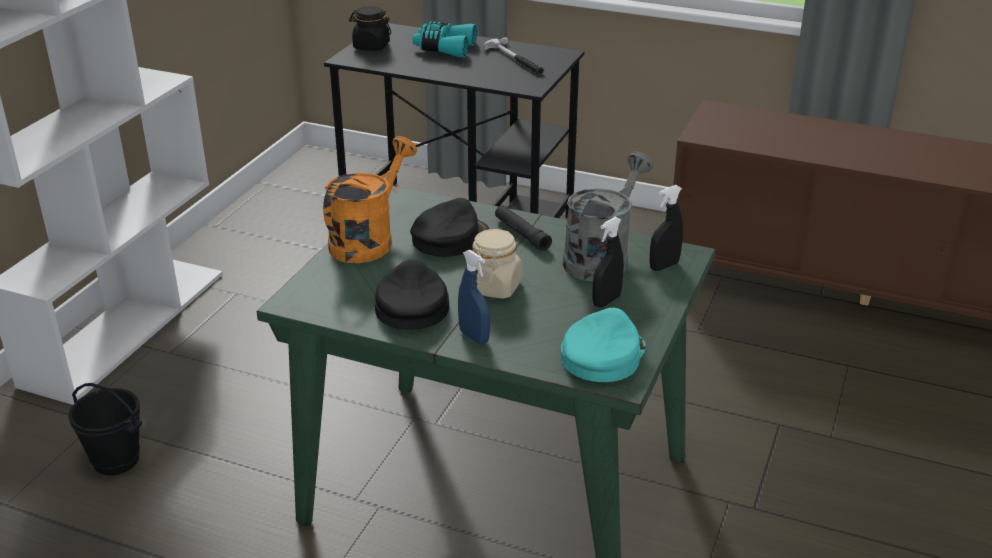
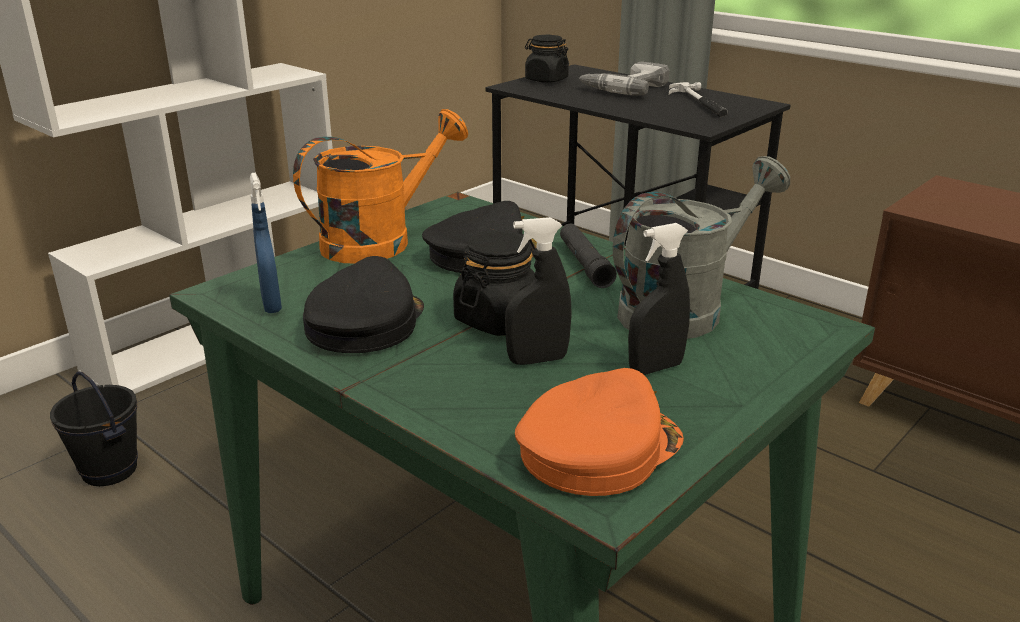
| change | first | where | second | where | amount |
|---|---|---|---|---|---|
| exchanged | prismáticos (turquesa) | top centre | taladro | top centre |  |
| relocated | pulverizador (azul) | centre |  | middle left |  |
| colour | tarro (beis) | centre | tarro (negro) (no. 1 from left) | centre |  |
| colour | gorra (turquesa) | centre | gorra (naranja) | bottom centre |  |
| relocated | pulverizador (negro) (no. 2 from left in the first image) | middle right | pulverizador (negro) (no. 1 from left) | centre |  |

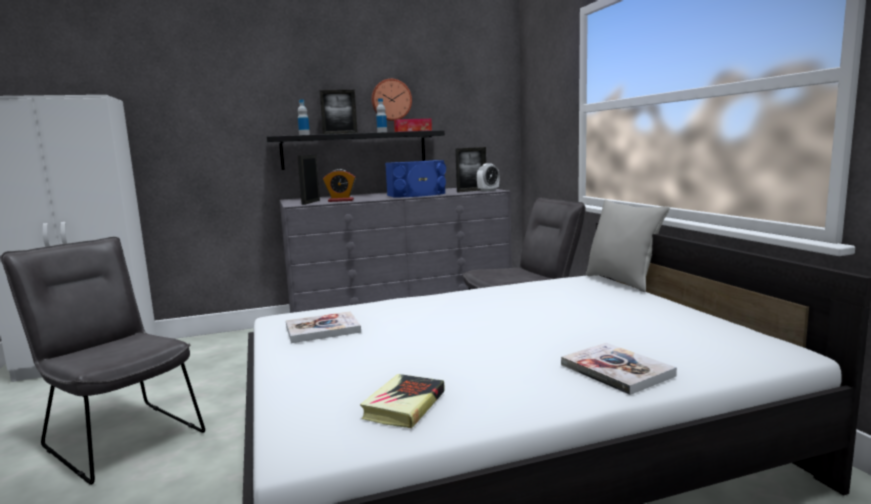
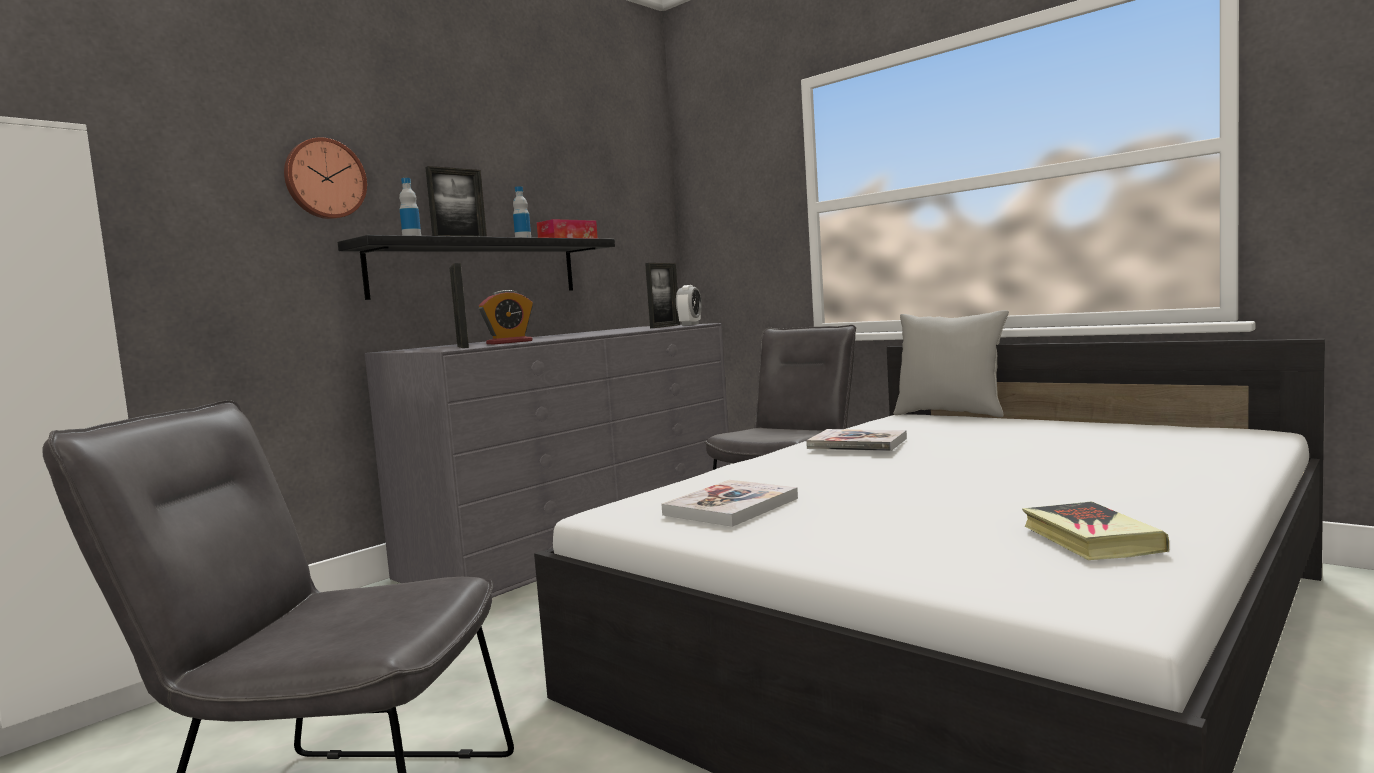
| change | first | where | second | where | amount |
|---|---|---|---|---|---|
| relocated | reloj de pared | top centre |  | top left |  |
| missing | altavoz (azul) | centre |  |  |  |
| relocated | libro (no. 3 from left in the first image) | bottom right | libro (no. 2 from left) | centre |  |

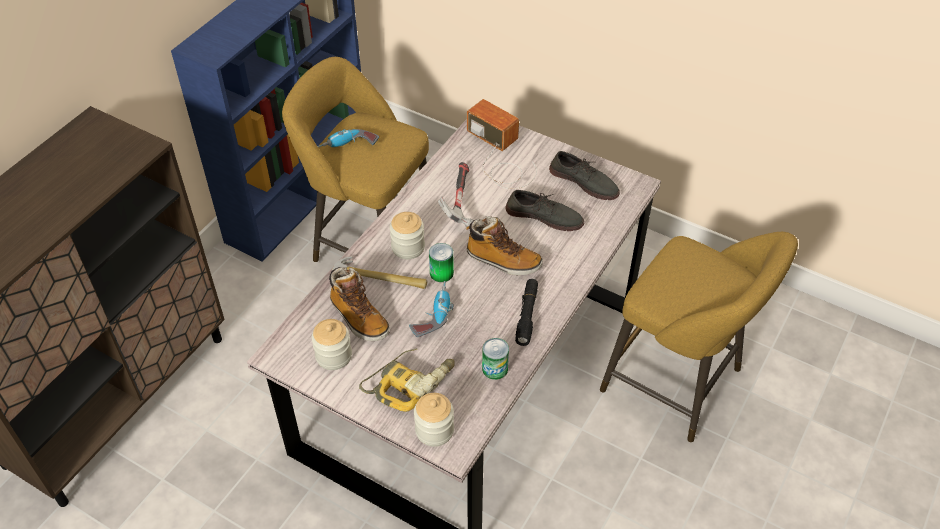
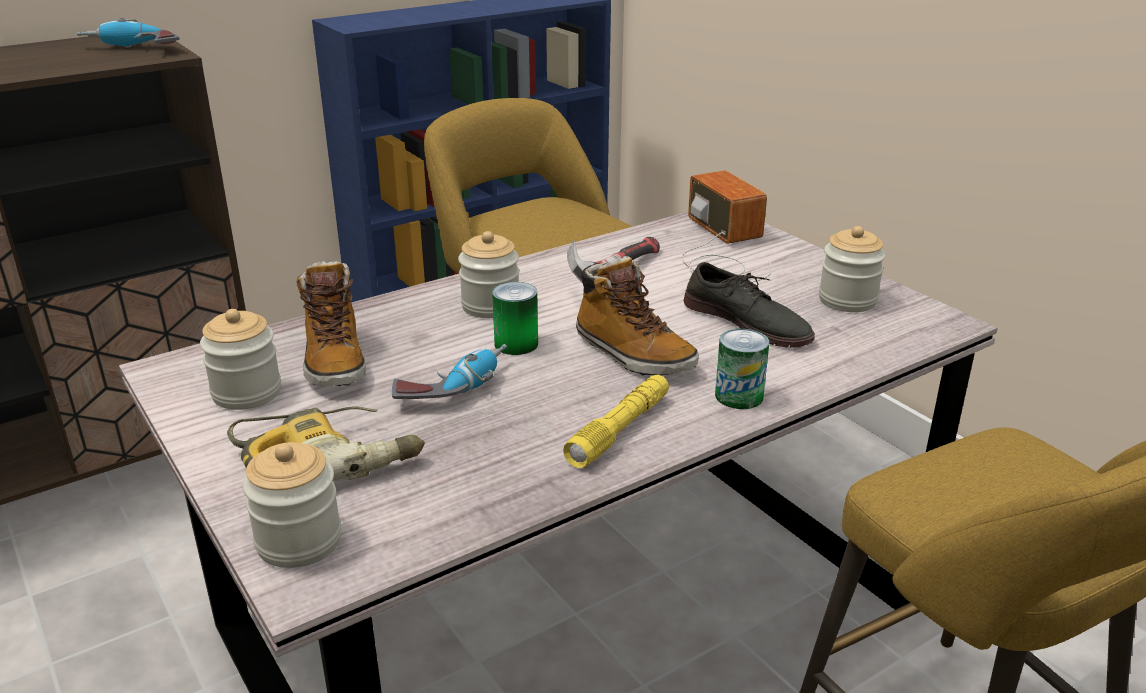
| change | first | where | second | where | amount |
|---|---|---|---|---|---|
| relocated | taladro (no. 1 from left) | top centre |  | top left |  |
| missing | martillo (no. 1 from left) | centre |  |  |  |
| relocated | lata (no. 2 from left) | bottom centre |  | centre |  |
| colour | linterna (negro) | centre | linterna (amarillo) | centre |  |
| exchanged | zapato (gris) (no. 2 from left) | top centre | tarro (no. 4 from left) | middle right |  |

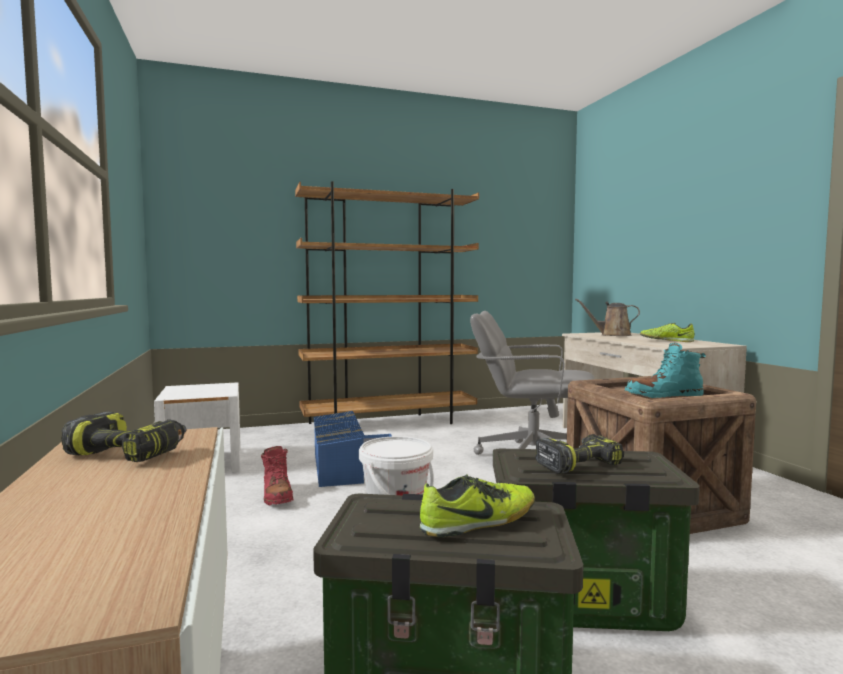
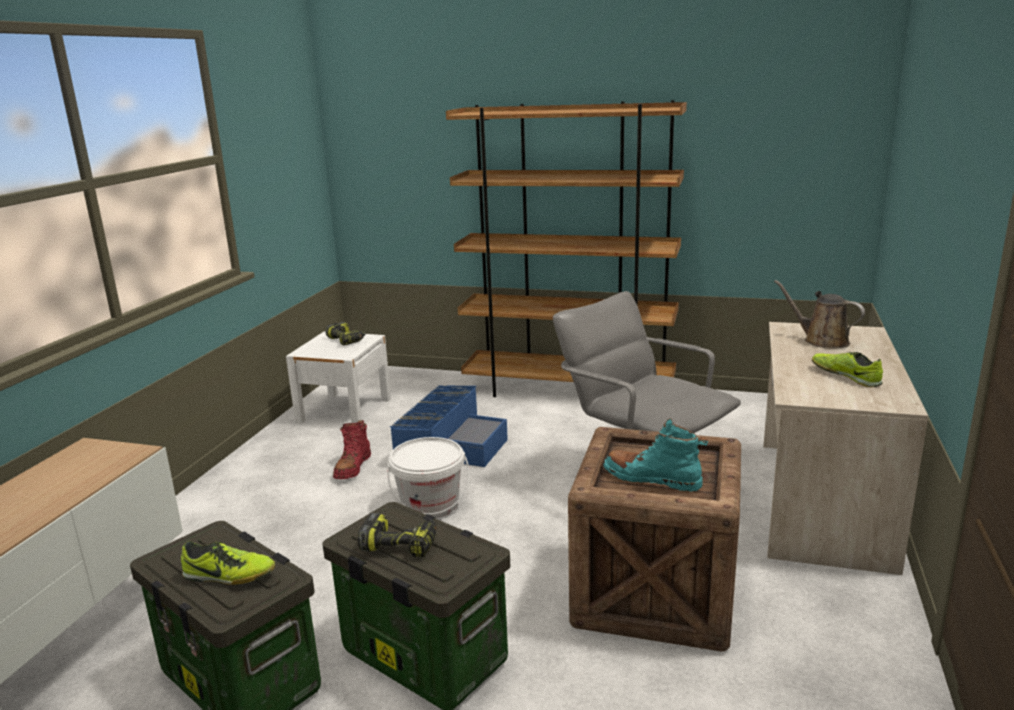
| change | first | where | second | where | amount |
|---|---|---|---|---|---|
| relocated | taladro (no. 1 from left) | middle left |  | centre |  |

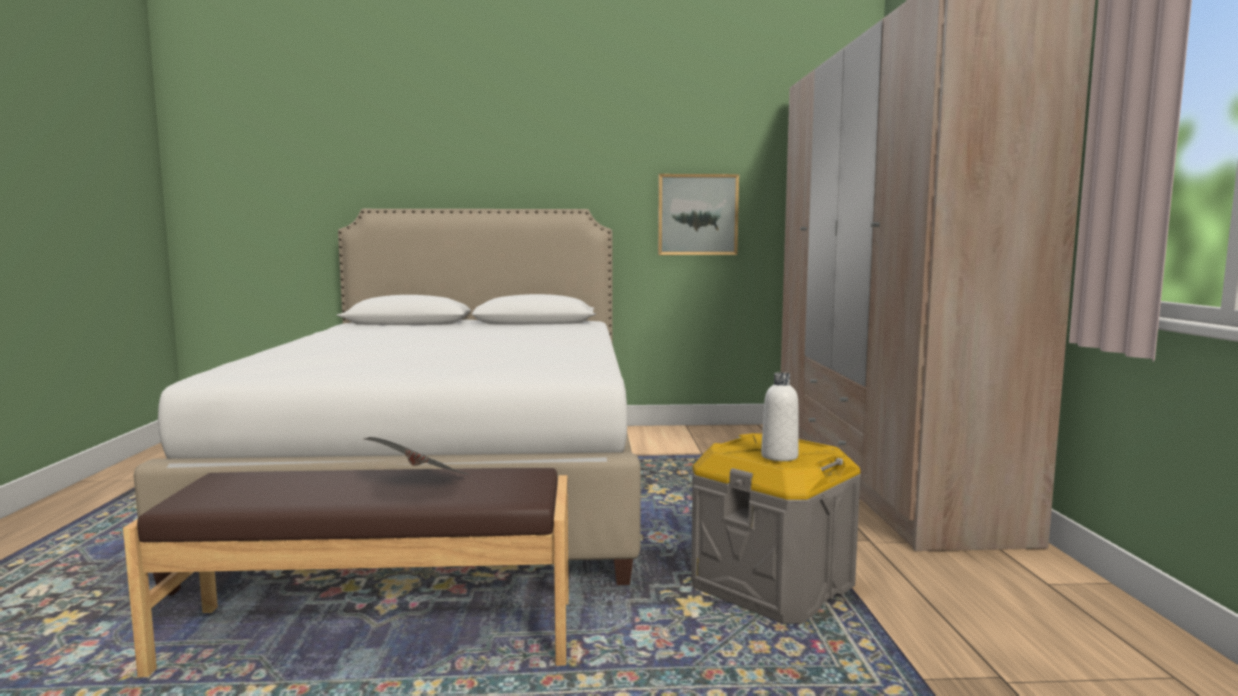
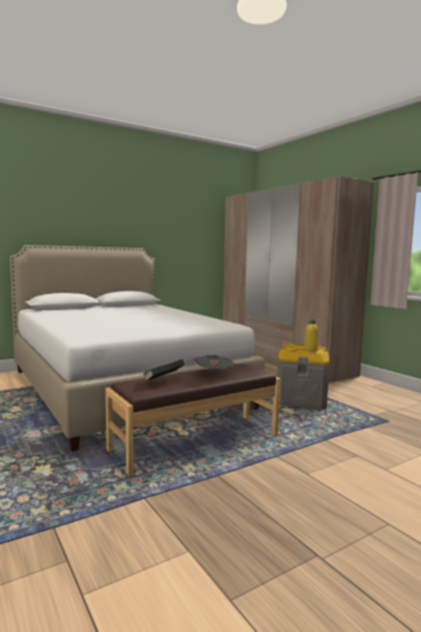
| change | first | where | second | where | amount |
|---|---|---|---|---|---|
| missing | cuadro | top centre |  |  |  |
| colour | botella (blanco) | centre | botella (amarillo) | middle right |  |
| appeared |  |  | libro | centre |  |

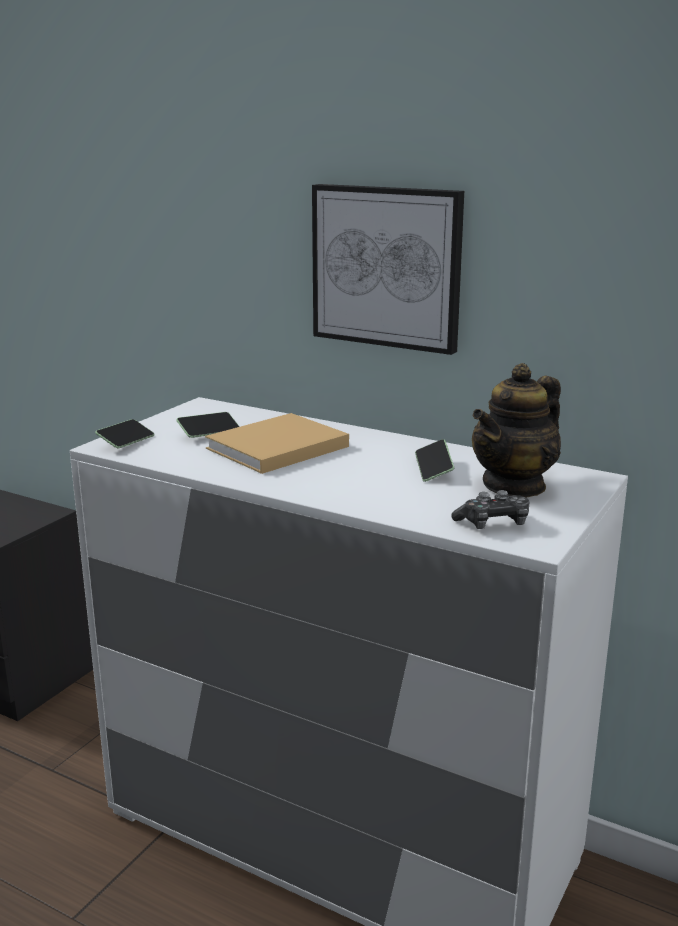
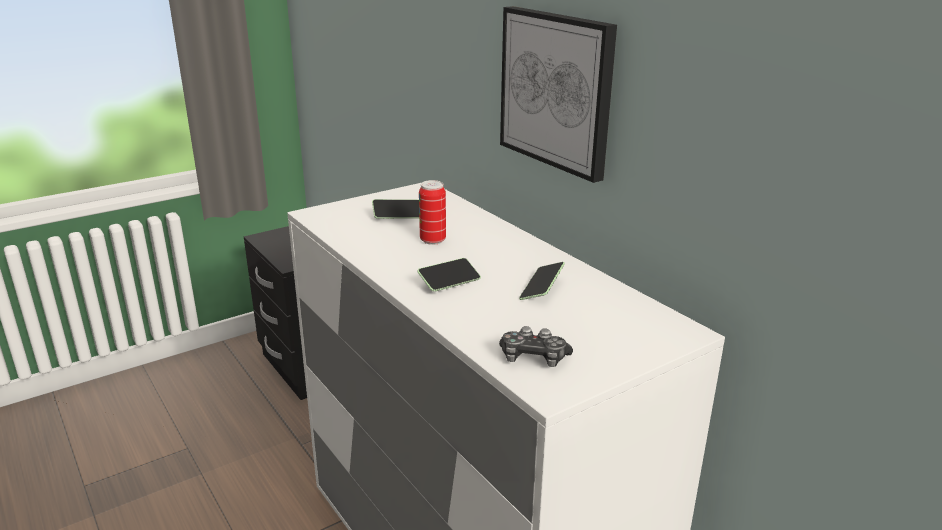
| change | first | where | second | where | amount |
|---|---|---|---|---|---|
| relocated | móvil (no. 1 from left in the first image) | middle left | móvil (no. 2 from left) | centre |  |
| exchanged | libro (beis) | centre | lata | centre |  |
| missing | tetera | middle right |  |  |  |

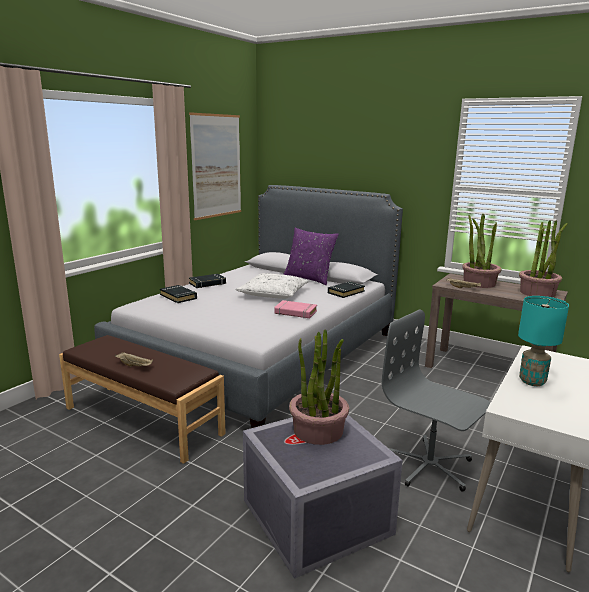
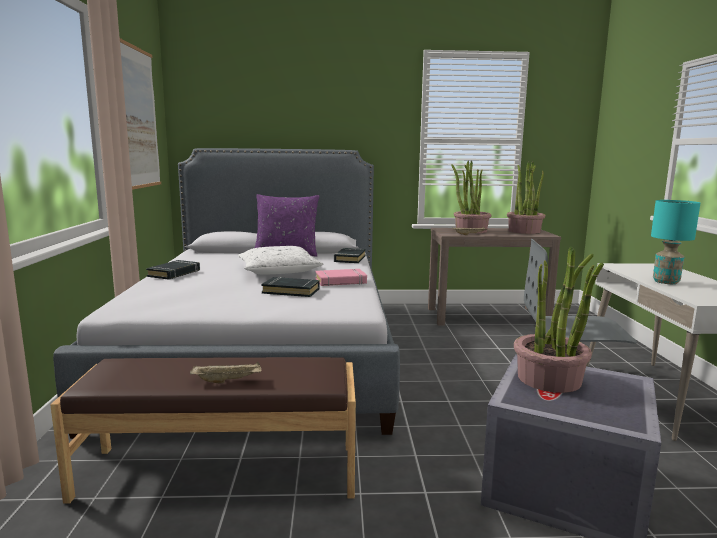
| change | first | where | second | where | amount |
|---|---|---|---|---|---|
| relocated | libro (negro) (no. 1 from left in the first image) | middle left | libro (negro) (no. 2 from left) | centre |  |

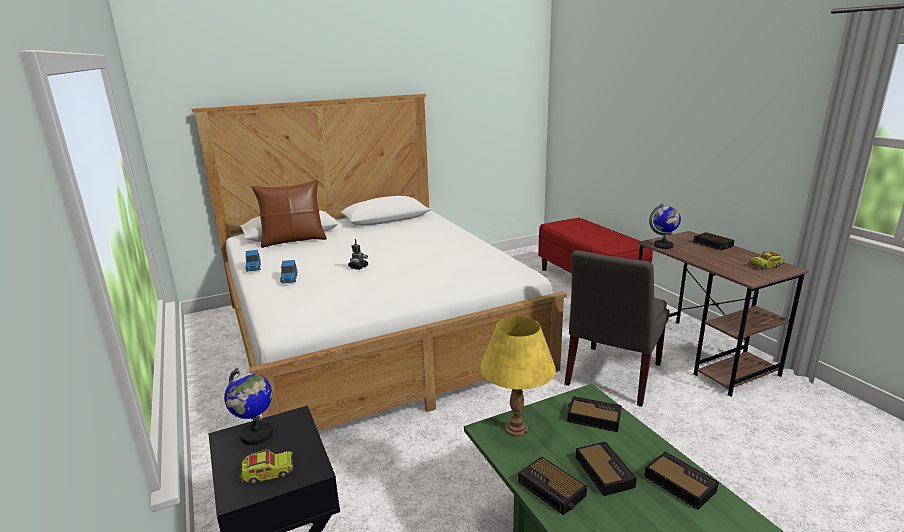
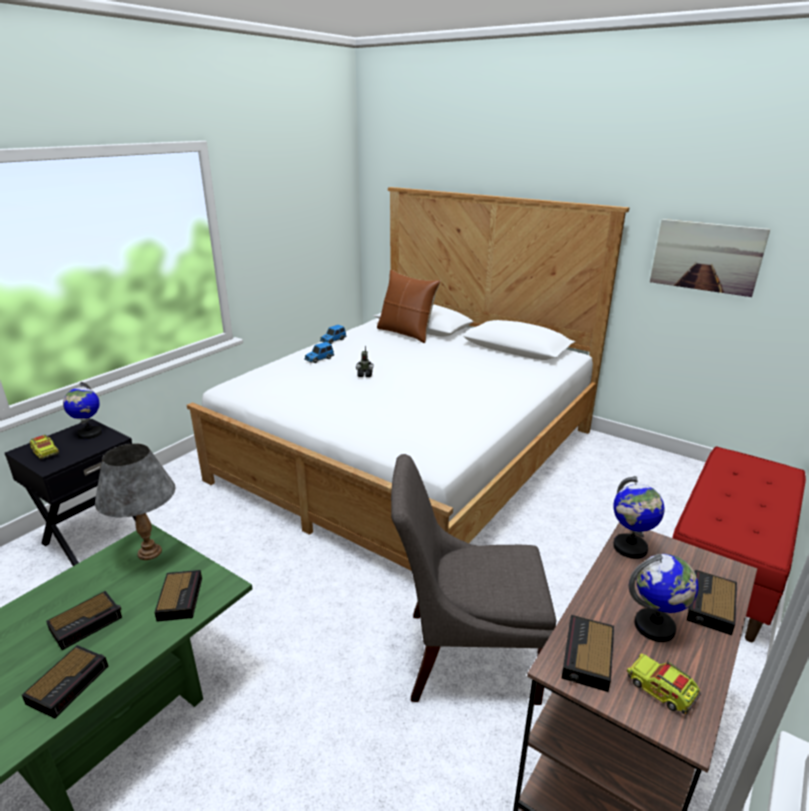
| change | first | where | second | where | amount |
|---|---|---|---|---|---|
| colour | lámpara de mesa (amarillo) | bottom centre | lámpara de mesa (gris) | middle left |  |
| relocated | despertador (no. 1 from left in the first image) | bottom centre | despertador (no. 4 from left) | bottom right |  |
| appeared |  |  | globo terráqueo (no. 3 from left) | bottom right |  |
| appeared |  |  | cuadro | top right |  |

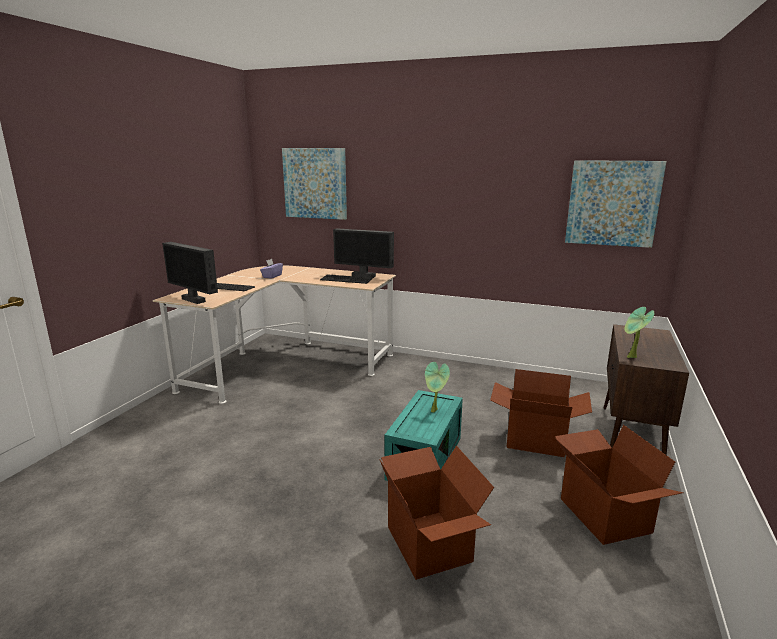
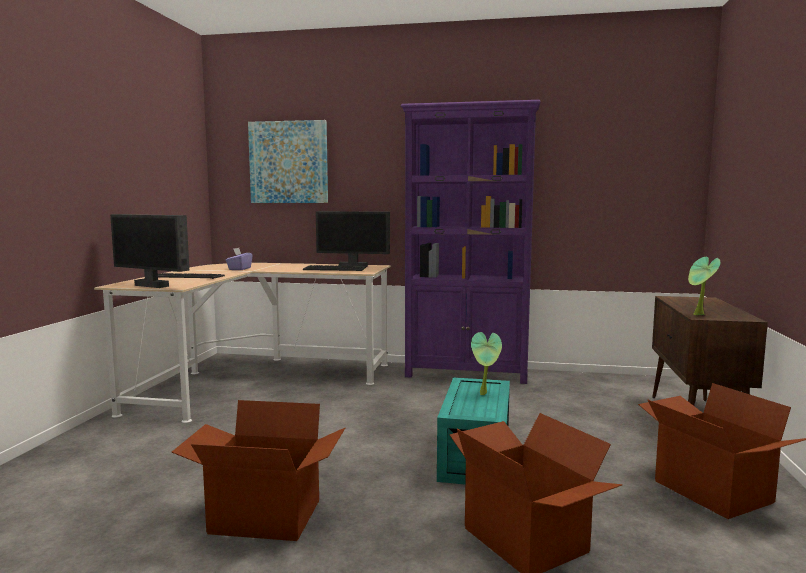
| change | first | where | second | where | amount |
|---|---|---|---|---|---|
| relocated | caja de cartón (no. 2 from left in the first image) | middle right | caja de cartón (no. 1 from left) | bottom left |  |
| missing | cuadro (no. 2 from left) | top right |  |  |  |
| appeared |  |  | estantería (morado) | centre |  |

